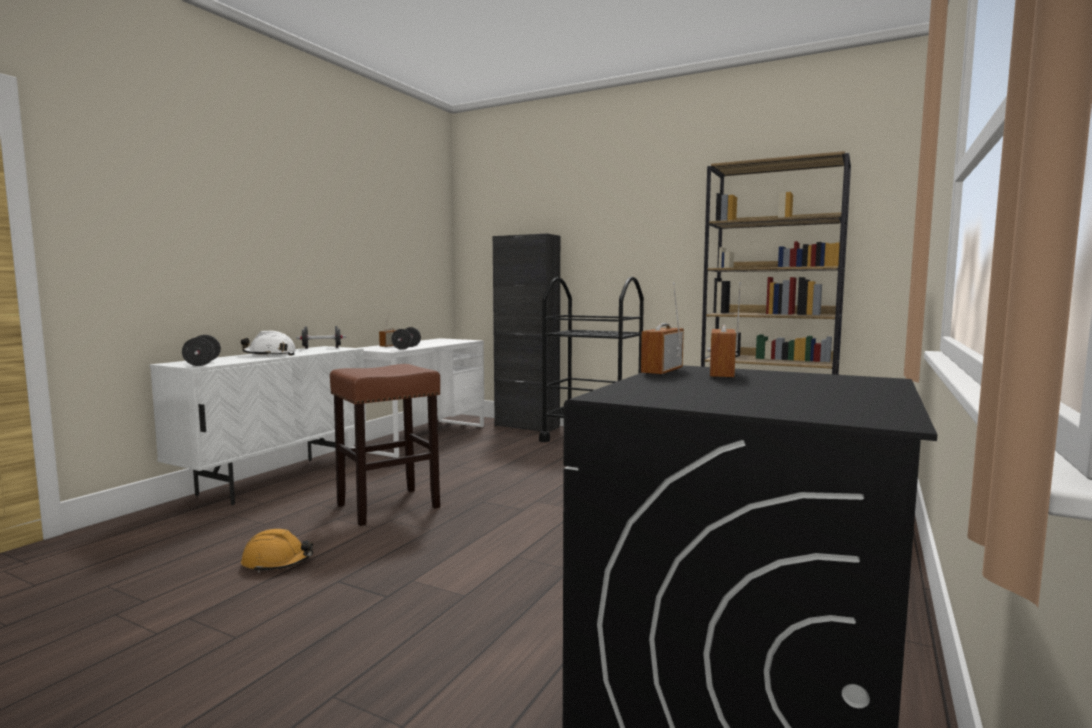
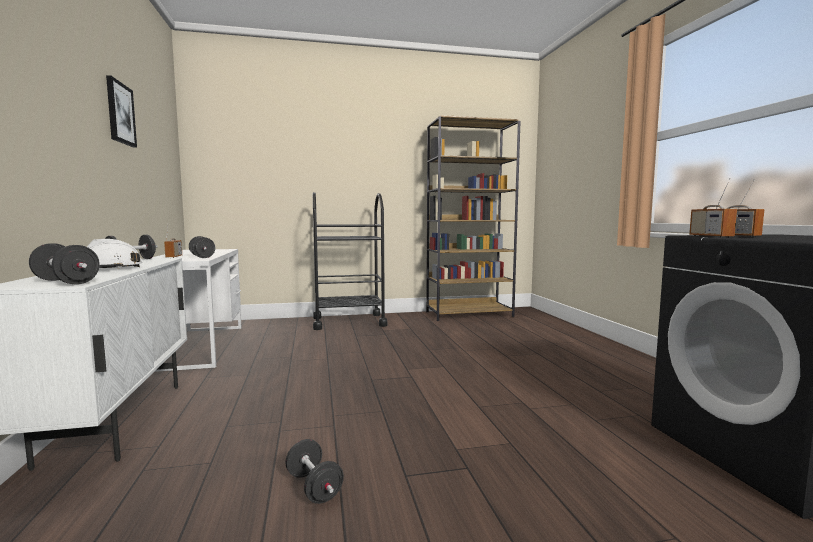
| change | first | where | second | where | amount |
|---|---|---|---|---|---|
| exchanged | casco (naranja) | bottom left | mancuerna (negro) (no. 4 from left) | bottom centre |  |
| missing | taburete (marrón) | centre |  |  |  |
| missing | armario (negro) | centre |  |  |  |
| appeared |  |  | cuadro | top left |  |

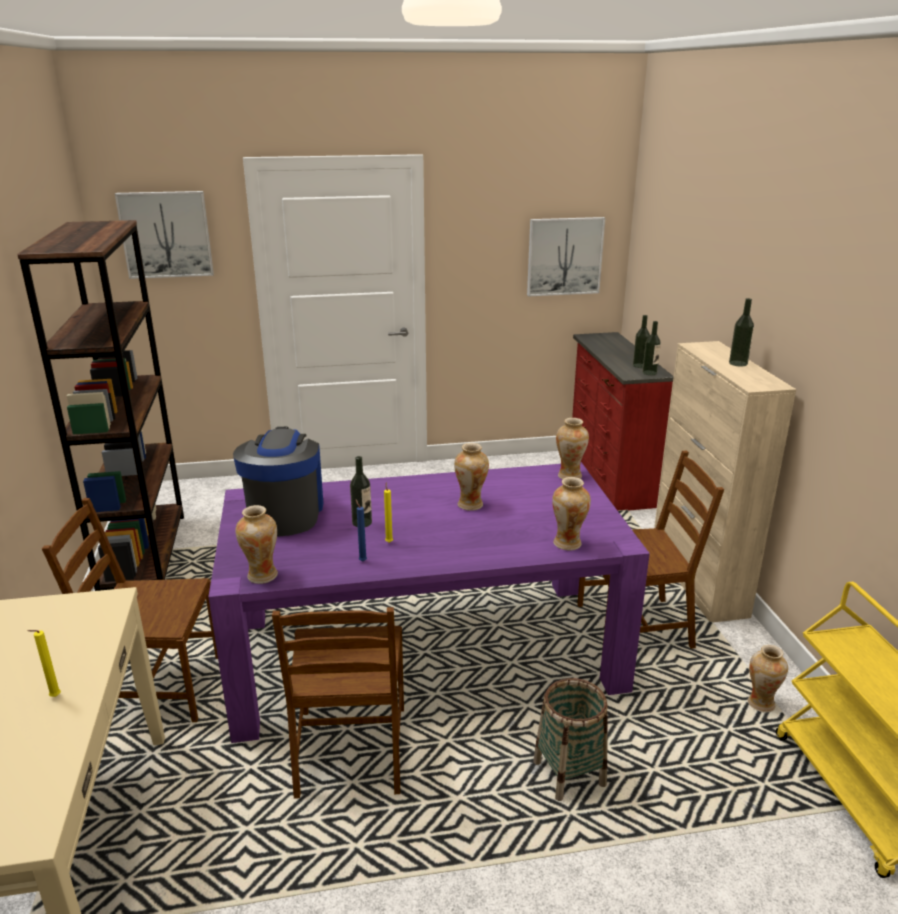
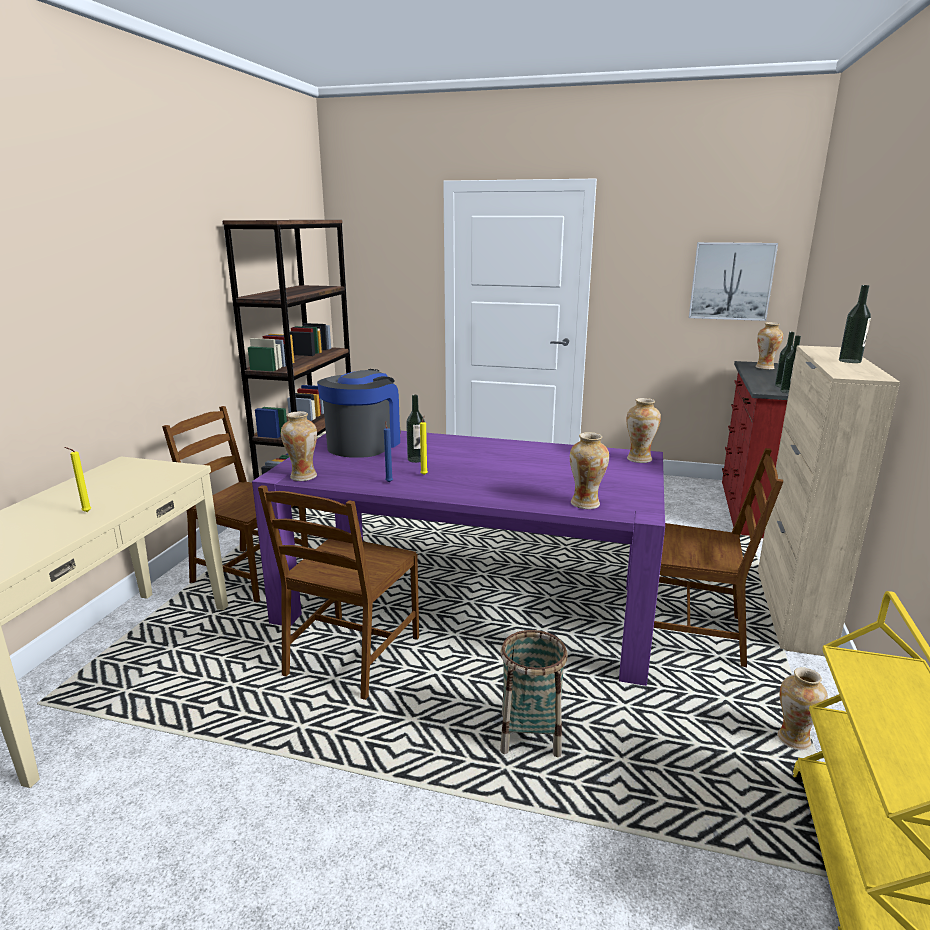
| change | first | where | second | where | amount |
|---|---|---|---|---|---|
| missing | cuadro (no. 1 from left) | top left |  |  |  |
| relocated | florero (no. 2 from left in the first image) | centre | florero (no. 4 from left) | middle right |  |

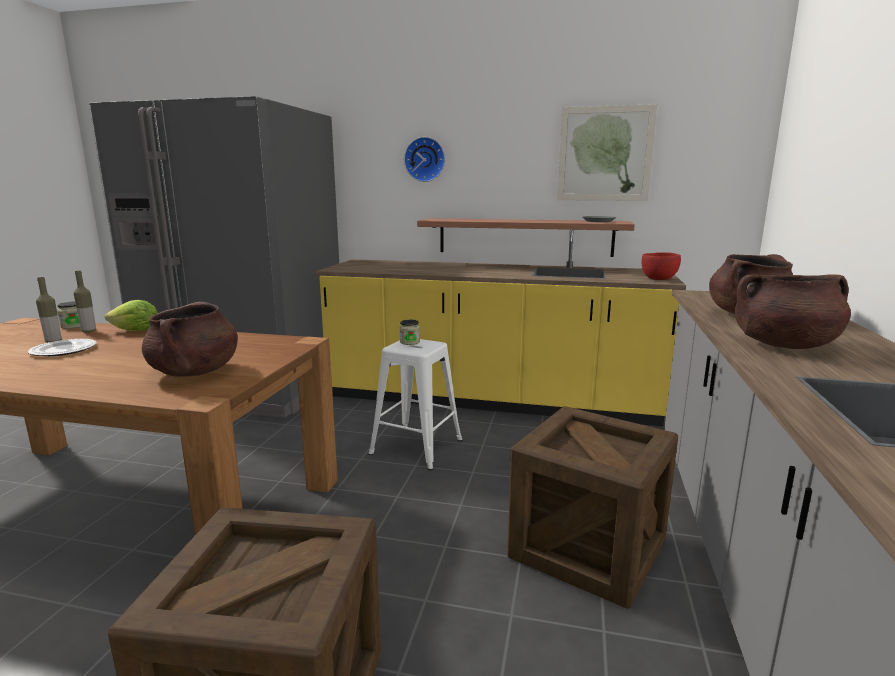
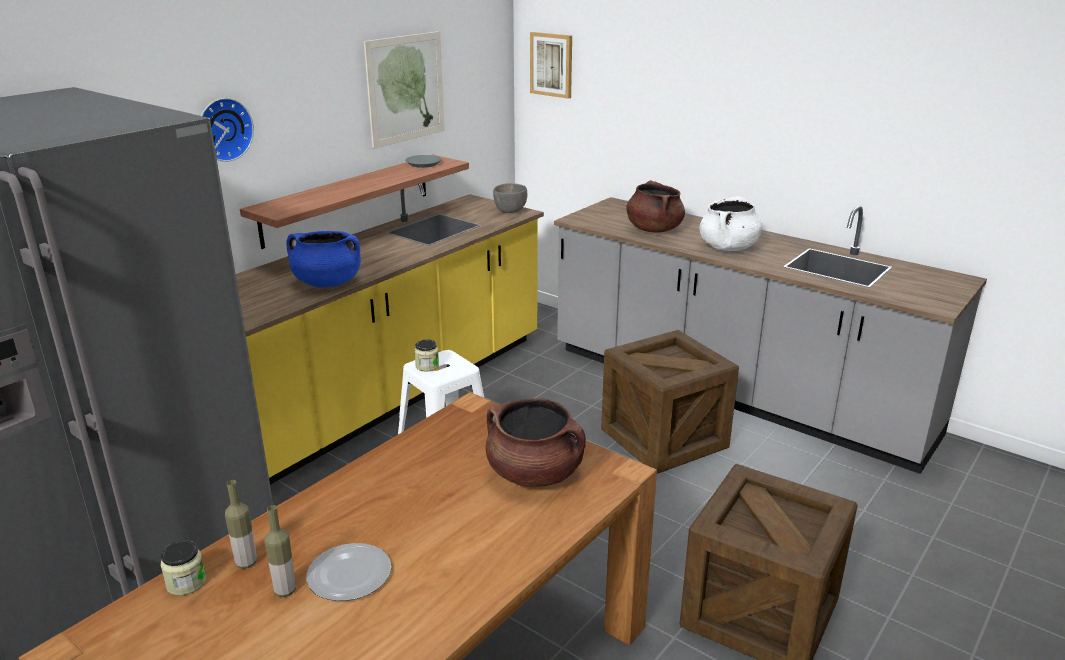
| change | first | where | second | where | amount |
|---|---|---|---|---|---|
| missing | lechuga | middle left |  |  |  |
| colour | cuenco (rojo) | middle right | cuenco (gris) | top centre |  |
| colour | olla (marrón) (no. 3 from left) | middle right | olla (blanco) | middle right |  |
| appeared |  |  | olla (azul) | middle left |  |
| appeared |  |  | cuadro (no. 2 from left) | top centre |  |

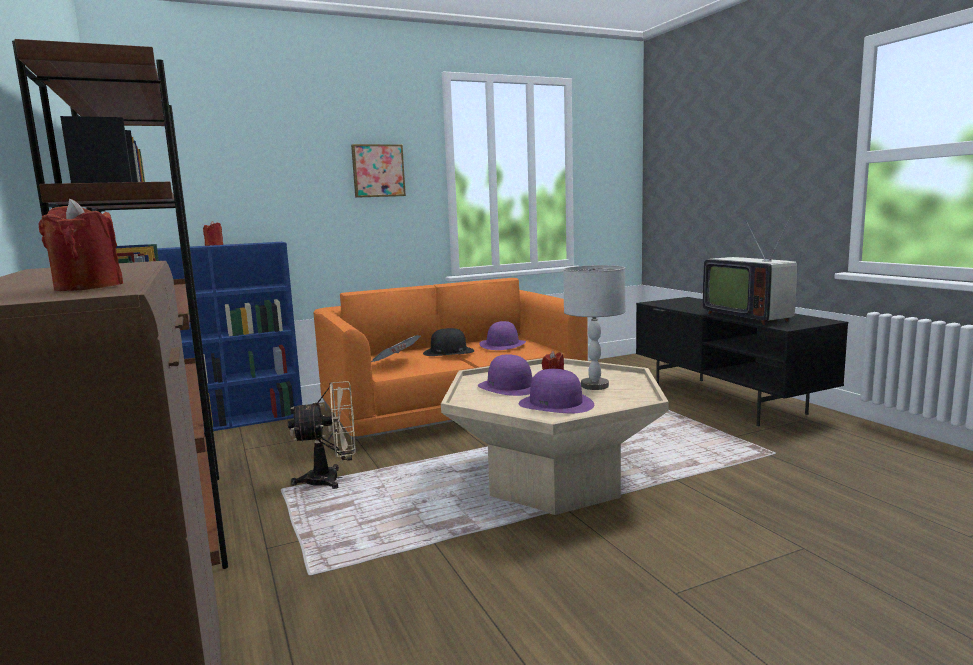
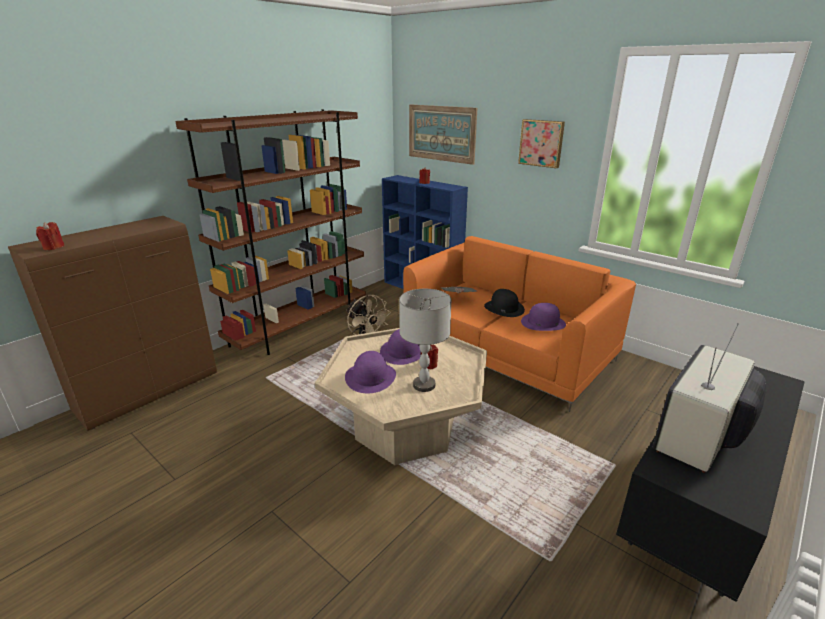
| change | first | where | second | where | amount |
|---|---|---|---|---|---|
| appeared |  |  | cuadro (no. 1 from left) | top centre |  |

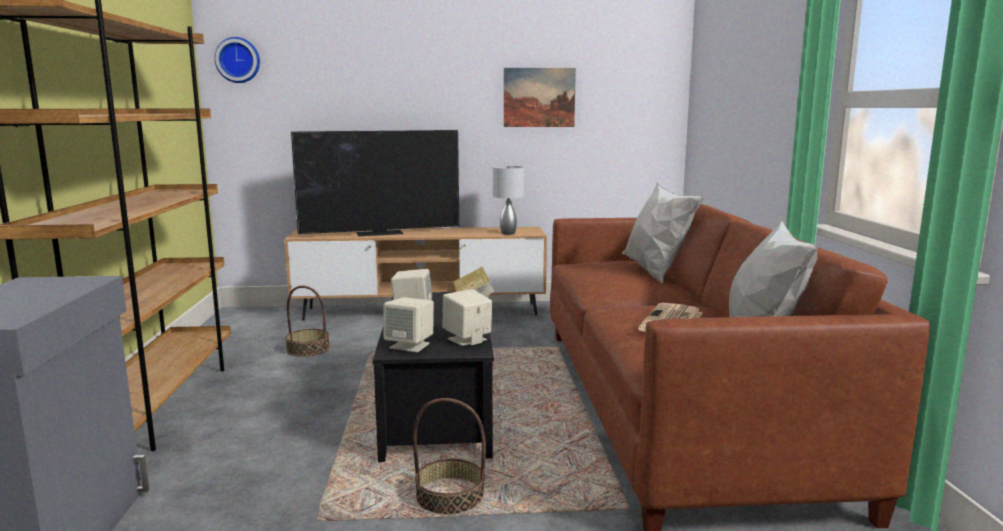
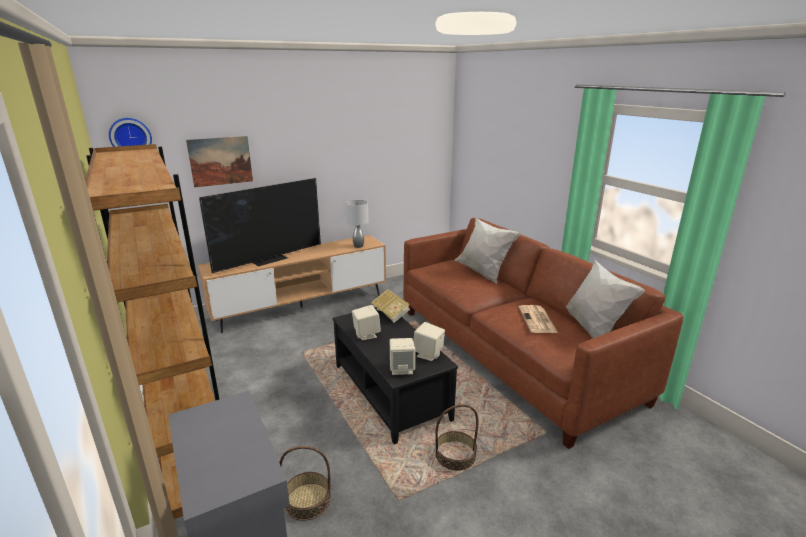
| change | first | where | second | where | amount |
|---|---|---|---|---|---|
| relocated | cesta (no. 1 from left) | middle left |  | bottom centre |  |
| relocated | cuadro | top centre |  | top left |  |

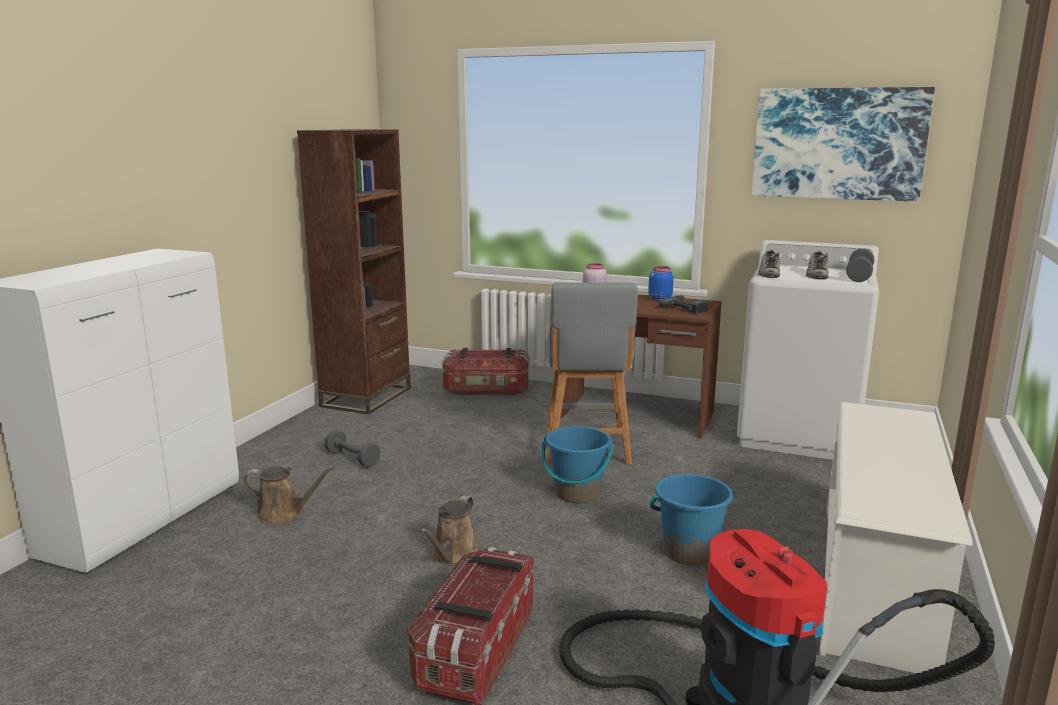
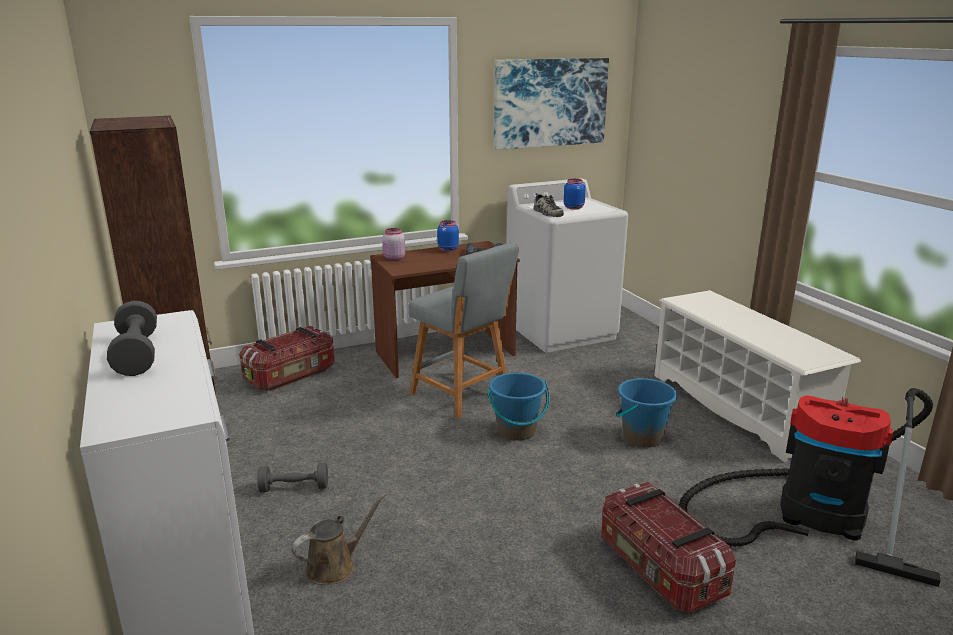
| change | first | where | second | where | amount |
|---|---|---|---|---|---|
| missing | regadera (marrón) (no. 2 from left) | bottom centre |  |  |  |
| exchanged | zapato (no. 2 from left) | middle right | tarro (azul) (no. 2 from left) | top centre |  |
| relocated | mancuerna (gris) (no. 2 from left in the first image) | middle right | mancuerna (gris) (no. 1 from left) | middle left |  |

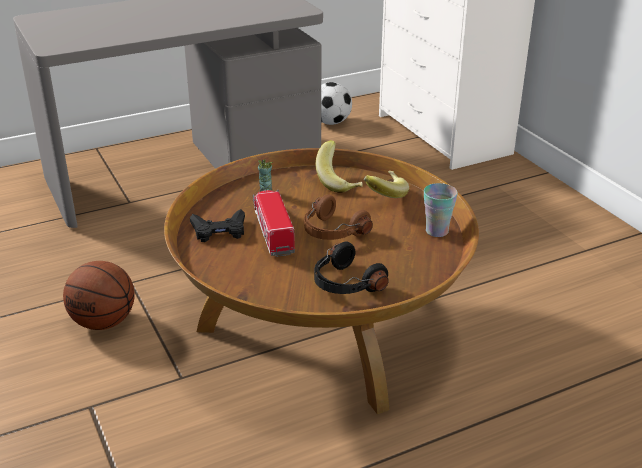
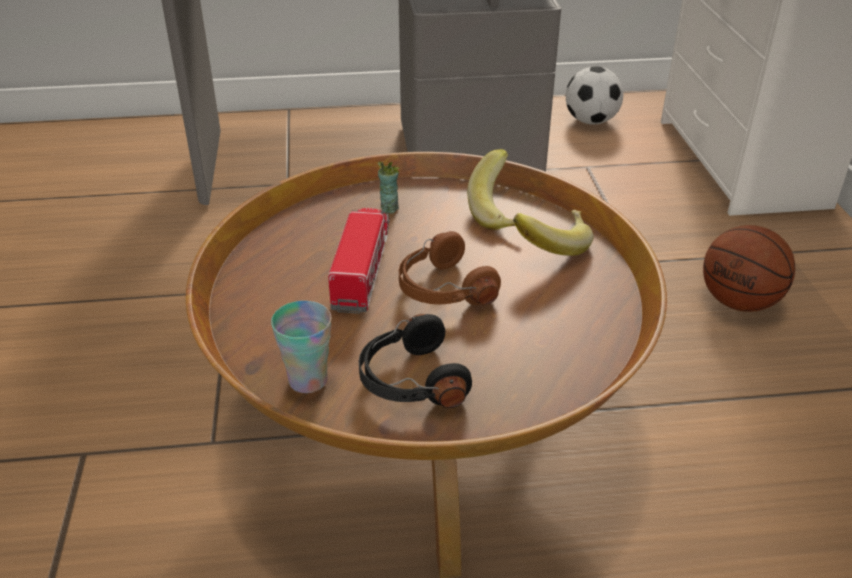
| change | first | where | second | where | amount |
|---|---|---|---|---|---|
| relocated | balón de baloncesto | middle left |  | middle right |  |
| missing | mando de consola (negro) | centre |  |  |  |
| relocated | taza (no. 2 from left in the first image) | middle right | taza (no. 1 from left) | centre |  |

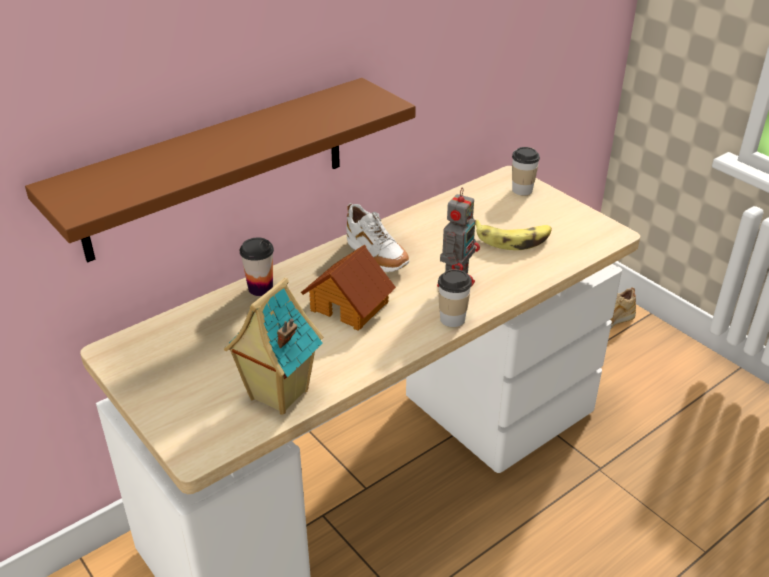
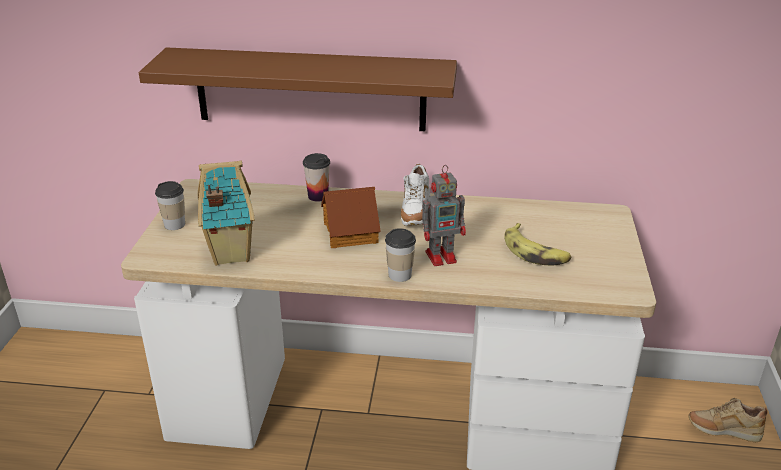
| change | first | where | second | where | amount |
|---|---|---|---|---|---|
| relocated | taza (no. 3 from left in the first image) | top right | taza (no. 1 from left) | middle left |  |

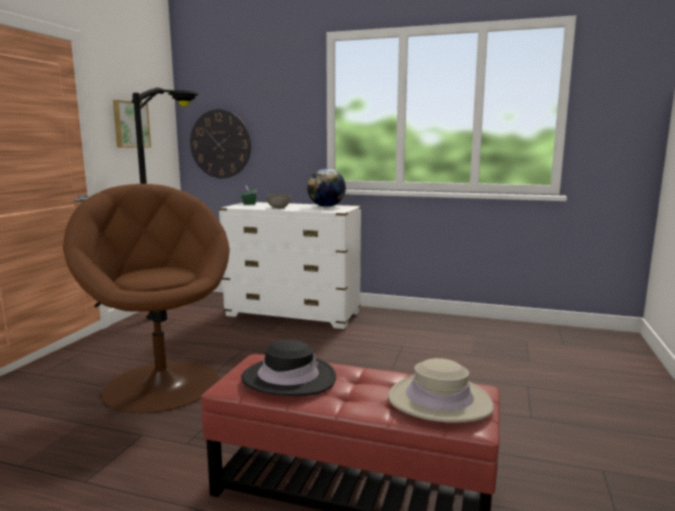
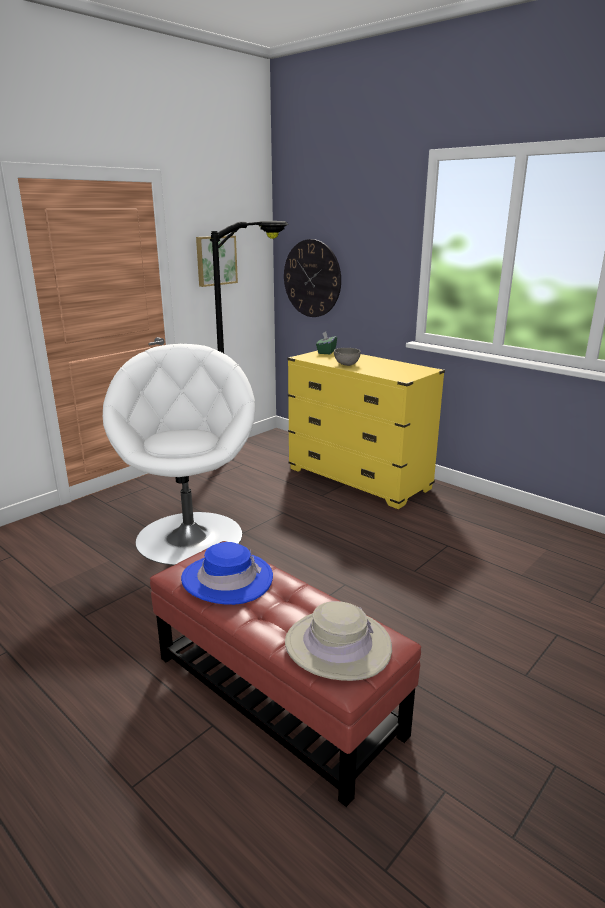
| change | first | where | second | where | amount |
|---|---|---|---|---|---|
| colour | sillón (marrón) | middle left | sillón (blanco) | middle left |  |
| colour | cómoda (blanco) | centre | cómoda (amarillo) | centre |  |
| colour | sombrero (negro) | bottom centre | sombrero (azul) | centre |  |
| missing | globo terráqueo | centre |  |  |  |

